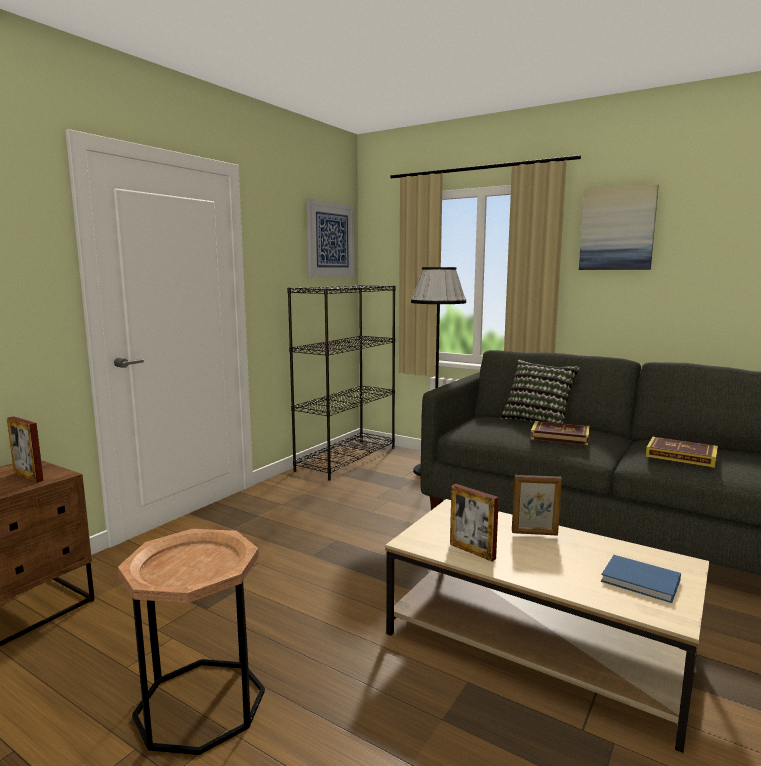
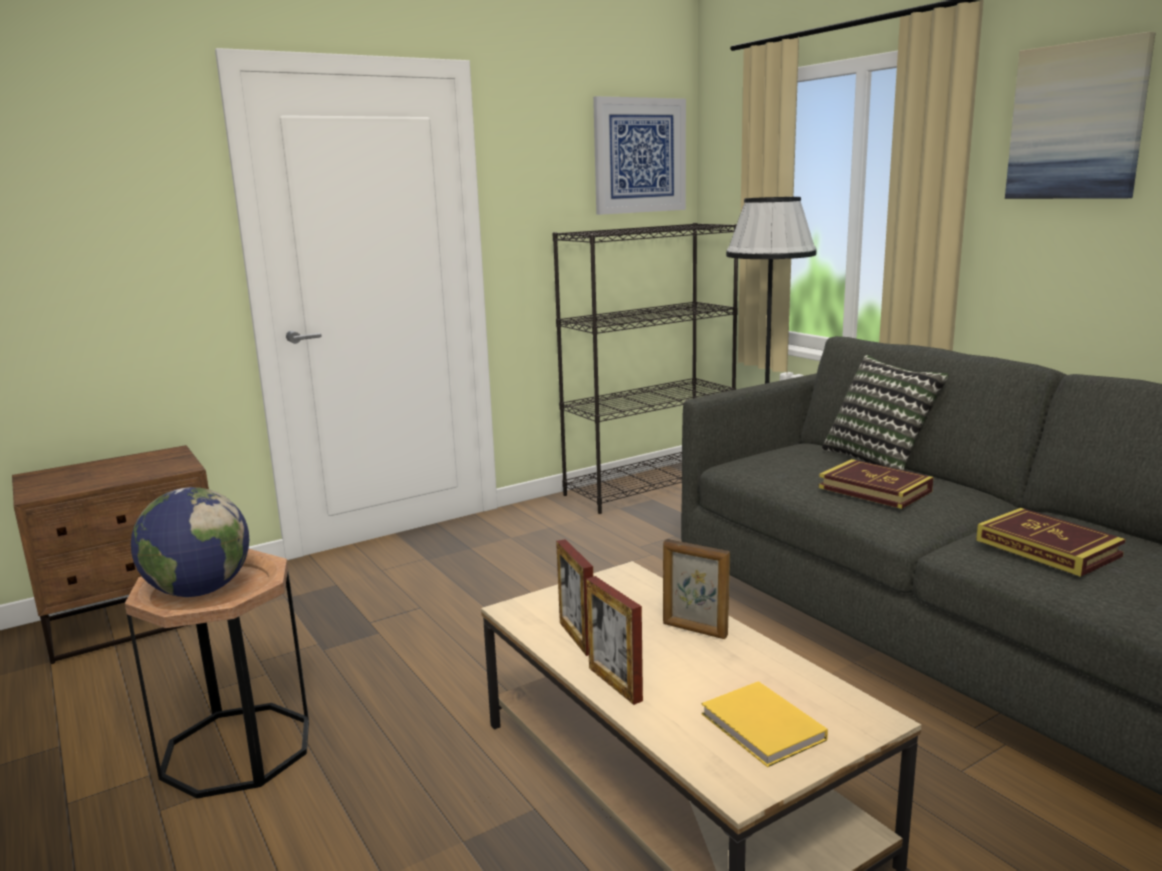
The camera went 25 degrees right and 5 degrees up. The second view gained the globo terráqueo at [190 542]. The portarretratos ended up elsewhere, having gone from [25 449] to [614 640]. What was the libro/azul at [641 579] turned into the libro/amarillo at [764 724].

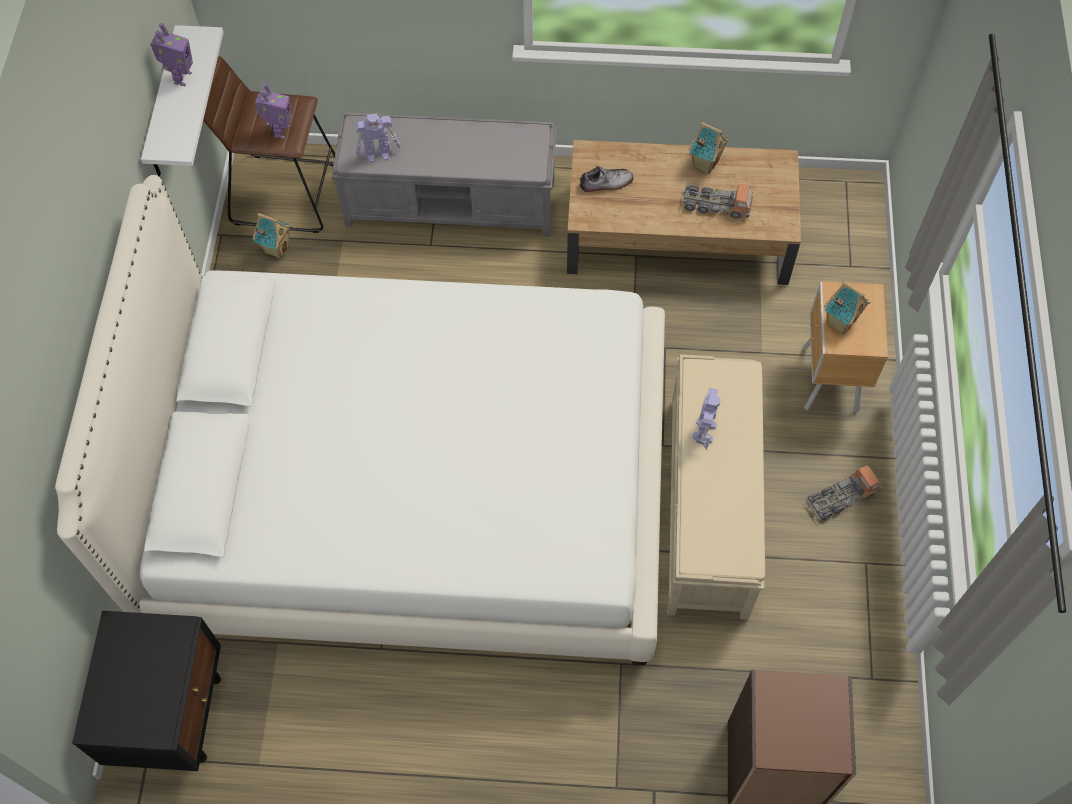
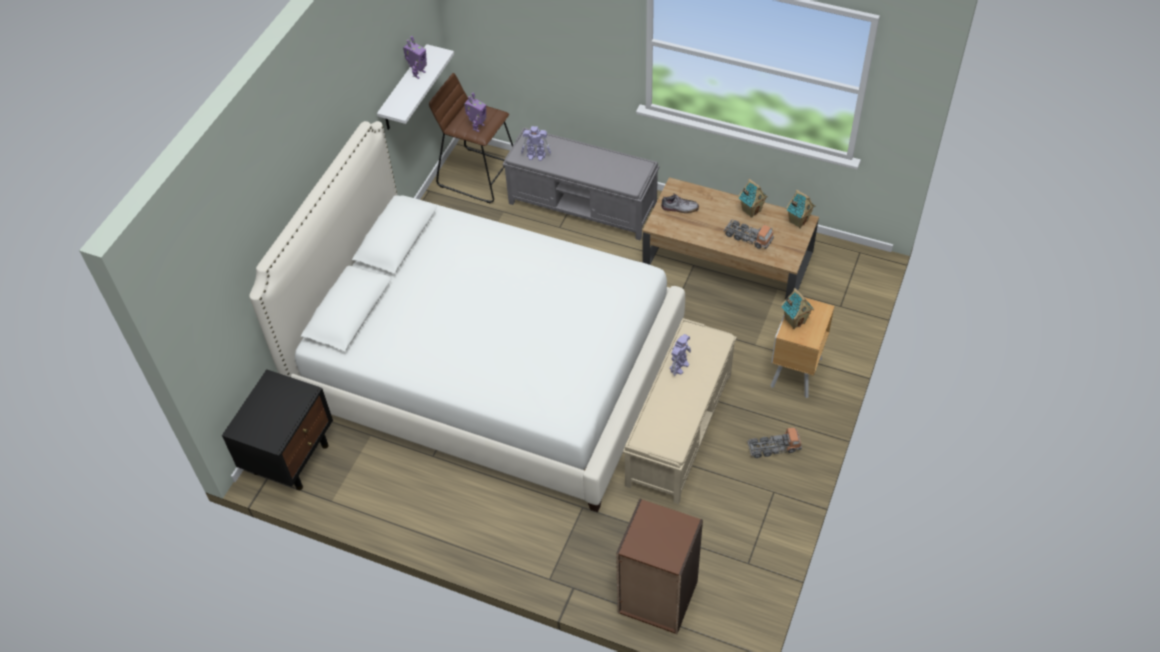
The camera went 20 degrees right and 10 degrees down. The casita ended up elsewhere, having gone from [272 236] to [800 209].

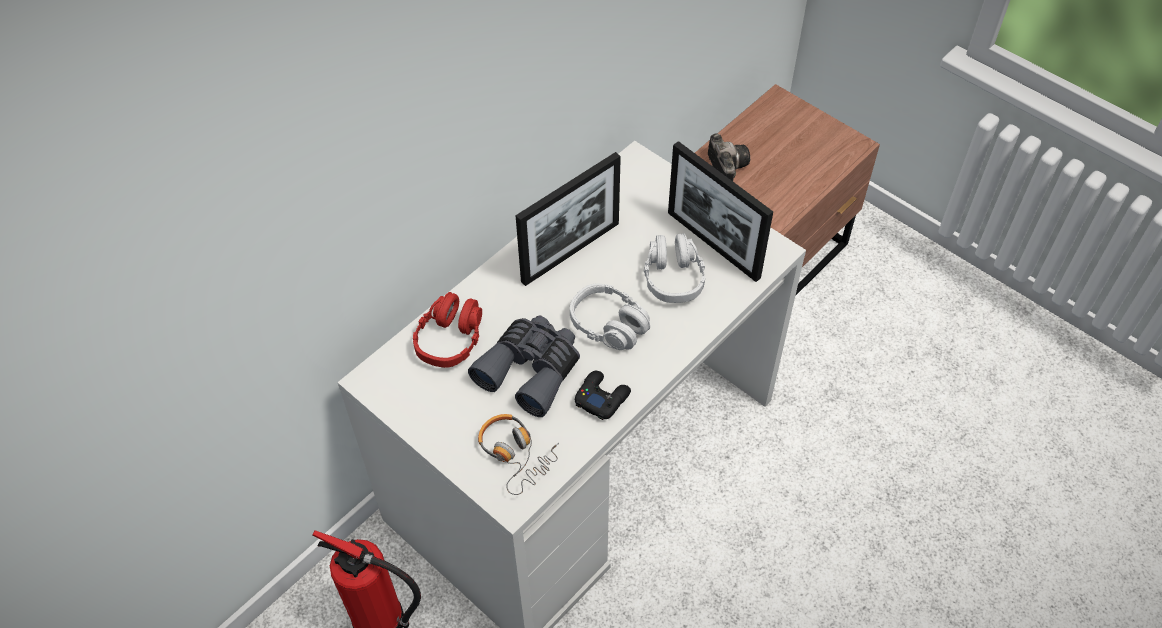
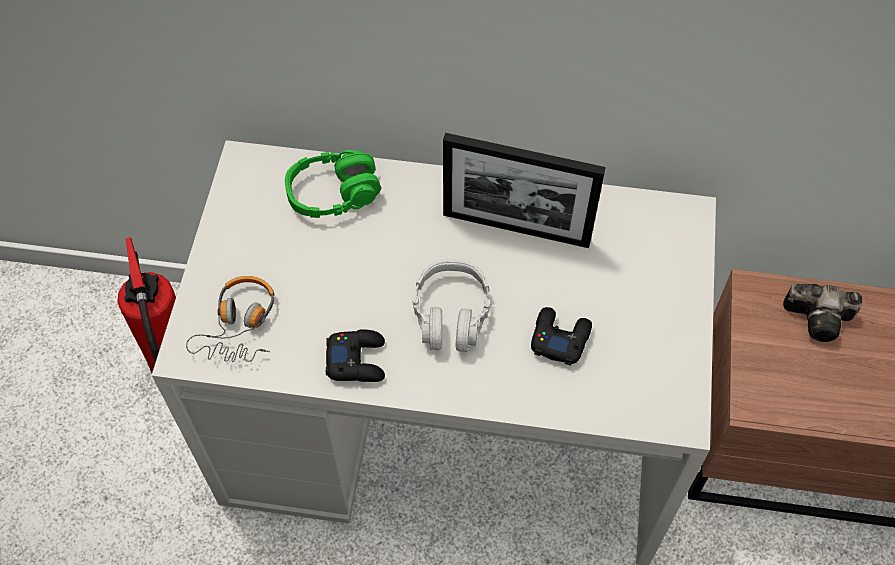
The camera went 55 degrees right and 5 degrees up. What was the auriculares/rojo at [447 330] turned into the auriculares/verde at [333 184]. Where the auriculares/gris stood at [675 268], the mando de consola/negro came to stand at [561 336]. The cámara at [729 157] ended up facing another way, 60 degrees clockwise from before. The second view lost the prismáticos/gris at [524 366]. The second view lost the portarretratos at [720 211].

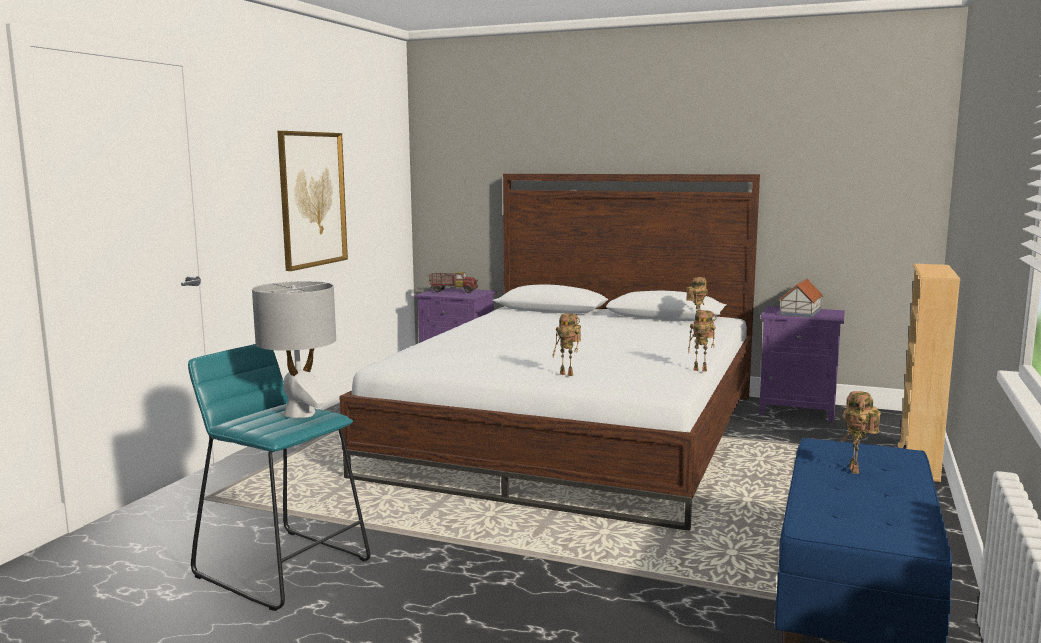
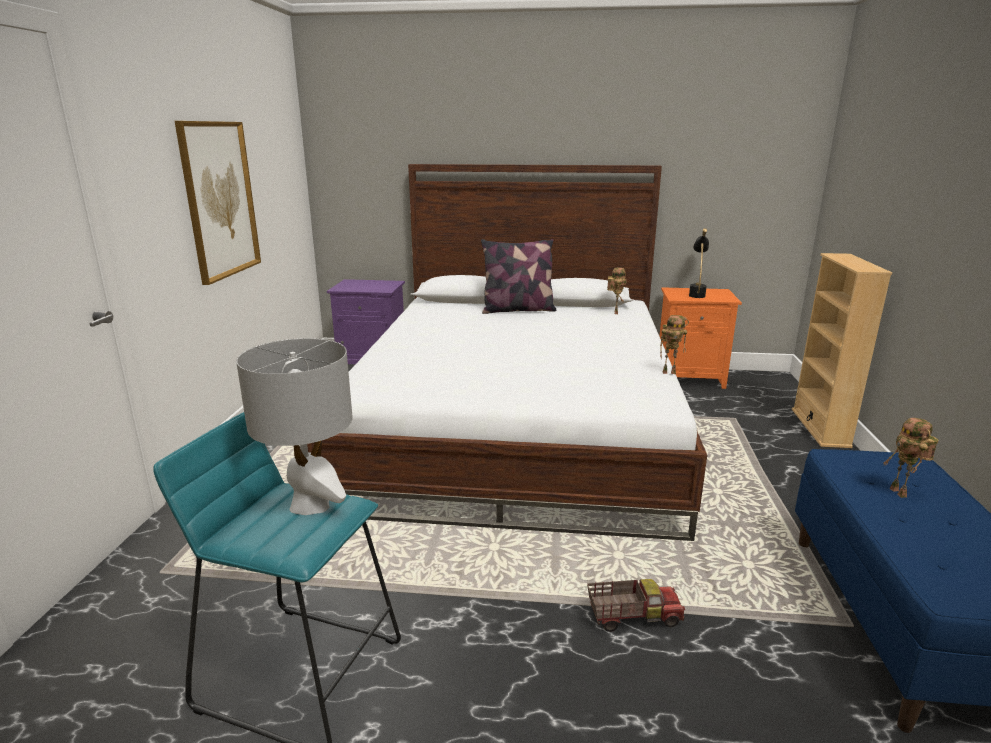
The camera went 15 degrees left and 10 degrees up. The second view gained the cojín at [518 276]. The camión de juguete ended up elsewhere, having gone from [453 282] to [636 605]. What was the mesita de noche/morado at [802 364] turned into the mesita de noche/naranja at [701 338]. Where the casita stood at [801 298], the lámpara de mesa/negro came to stand at [699 263]. The second view lost the robot de juguete at [567 344].

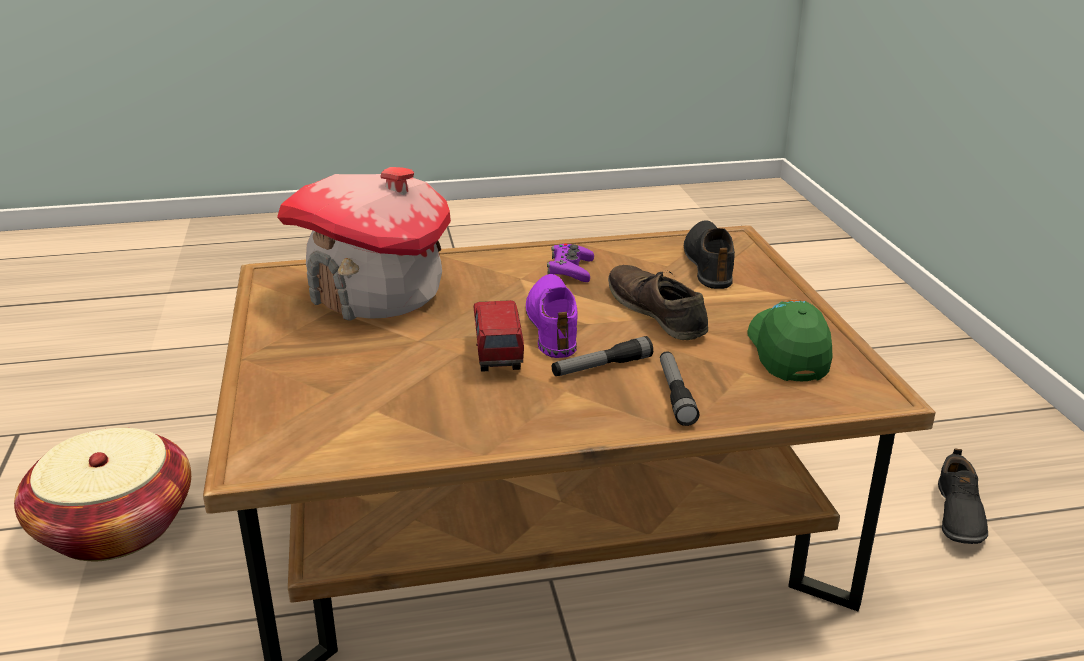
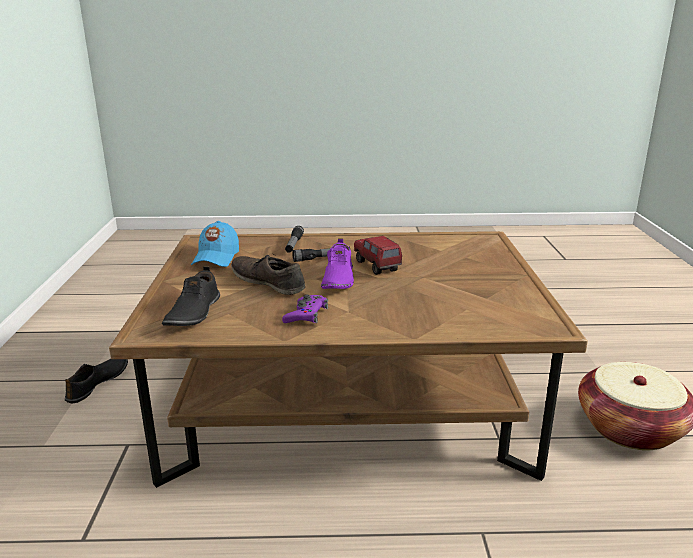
The camera went 170 degrees left and 5 degrees down. What was the gorra/verde at [789 340] turned into the gorra/azul at [215 244]. The zapato/marrón at [658 302] ended up facing another way, 150 degrees clockwise from before. The camión de juguete at [498 336] ended up facing another way, 150 degrees clockwise from before. The second view lost the casita at [364 244].

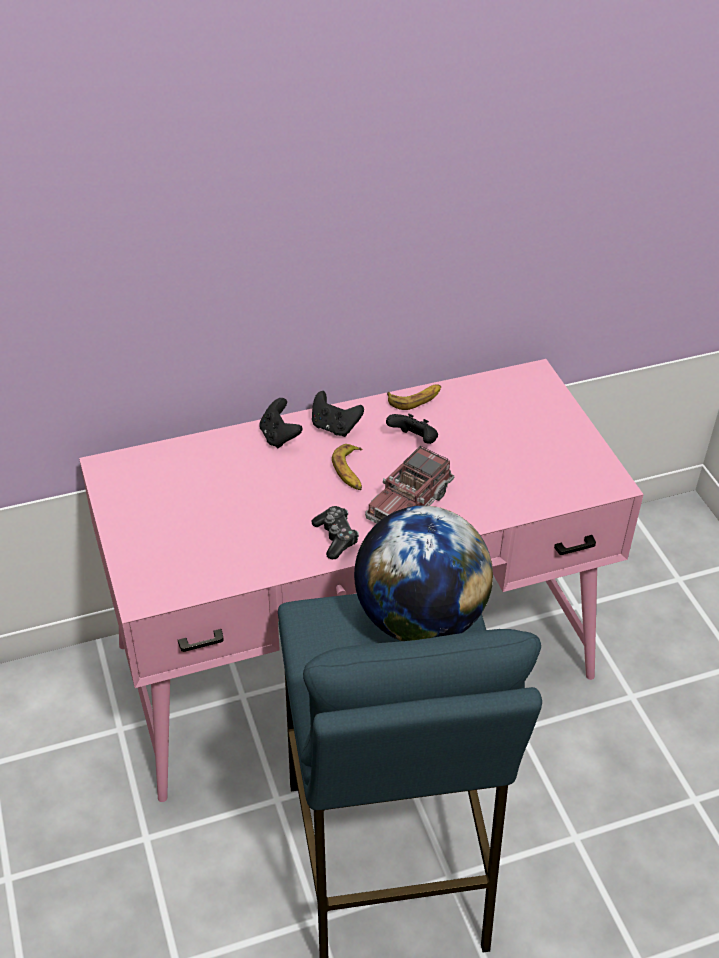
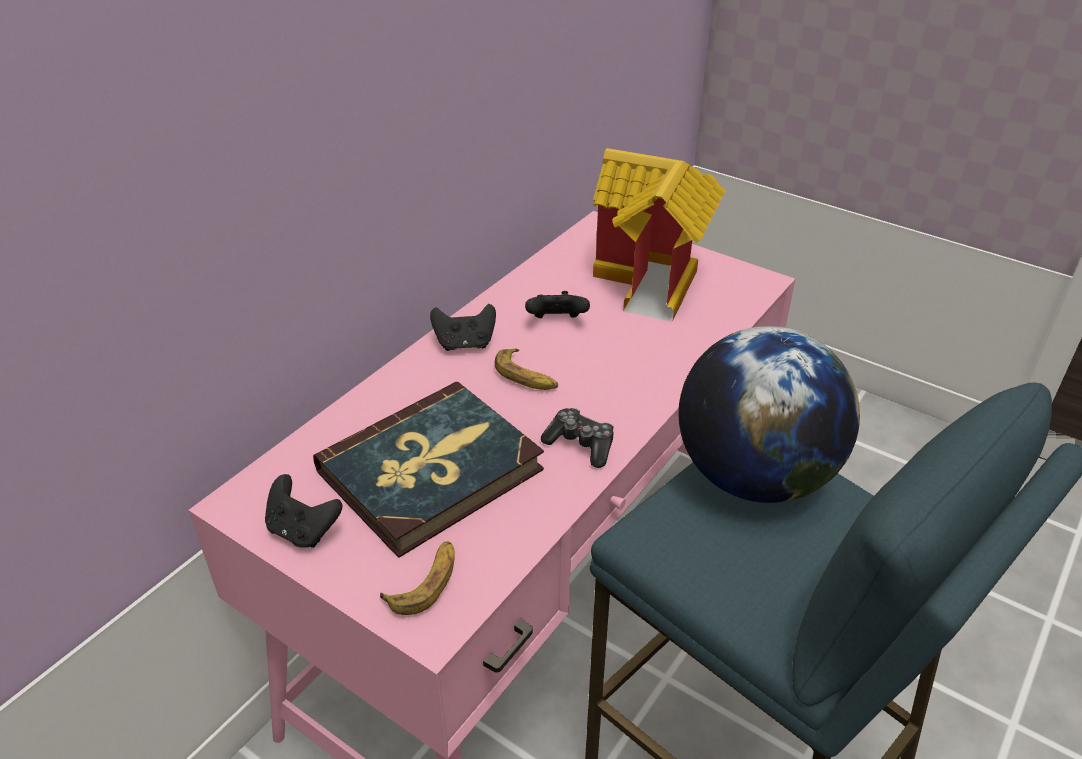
The camera went 35 degrees left and 5 degrees down. The mando de consola/negro ended up elsewhere, having gone from [281 423] to [303 511]. The second view gained the libro at [428 470]. The plátano ended up elsewhere, having gone from [414 397] to [417 578]. The second view gained the casita at [659 235]. The second view lost the camión de juguete at [409 485].

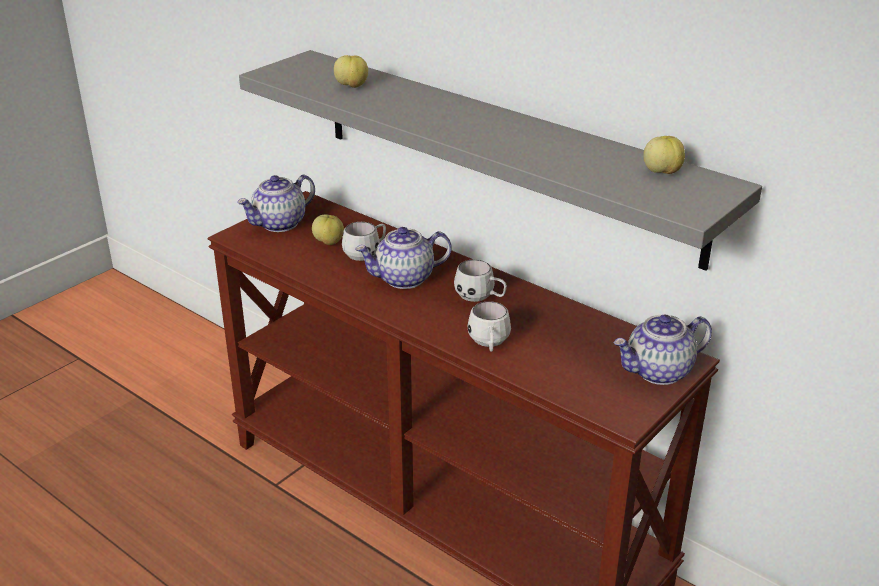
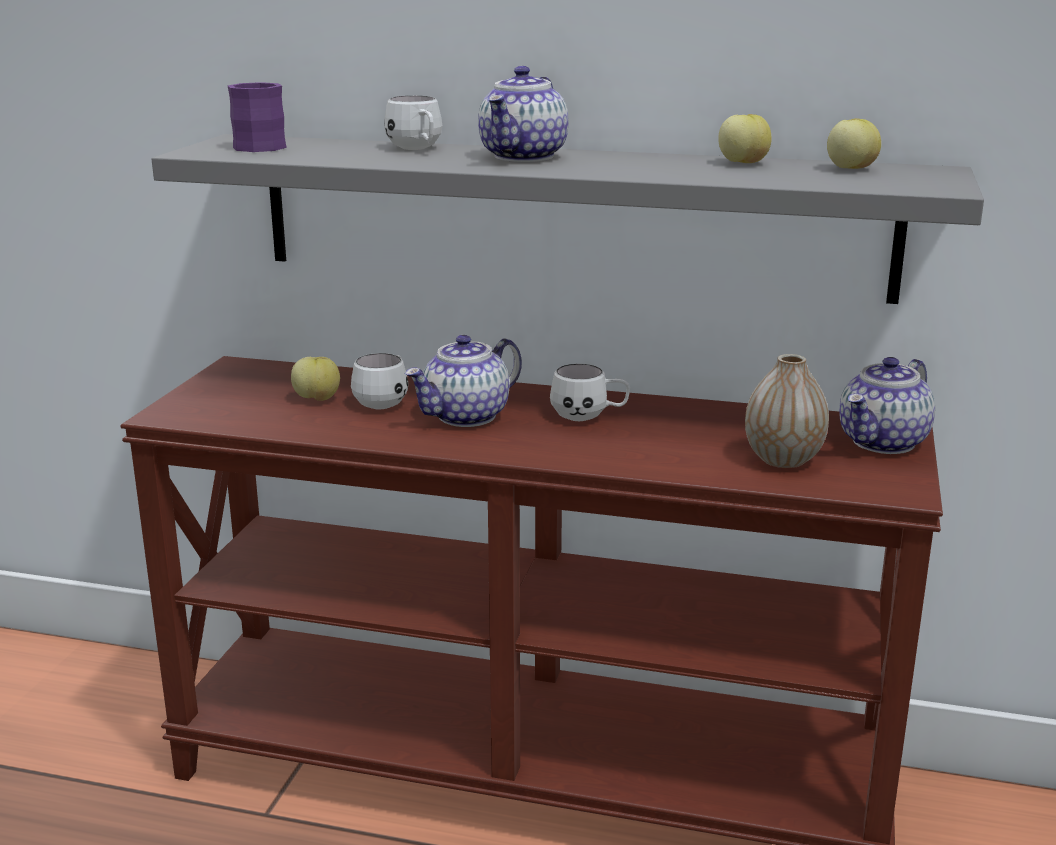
The camera went 25 degrees left and 10 degrees down. The second view gained the taza grande/morado at [257 117]. The taza grande/blanco ended up elsewhere, having gone from [489 326] to [413 123]. The tetera ended up elsewhere, having gone from [276 203] to [523 114]. The manzana ended up elsewhere, having gone from [351 71] to [745 138]. The second view gained the florero at [787 411].

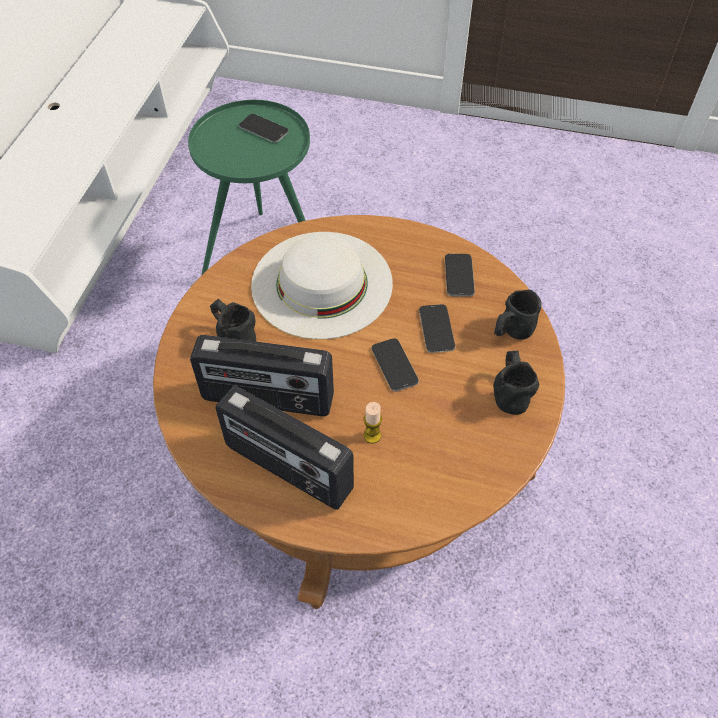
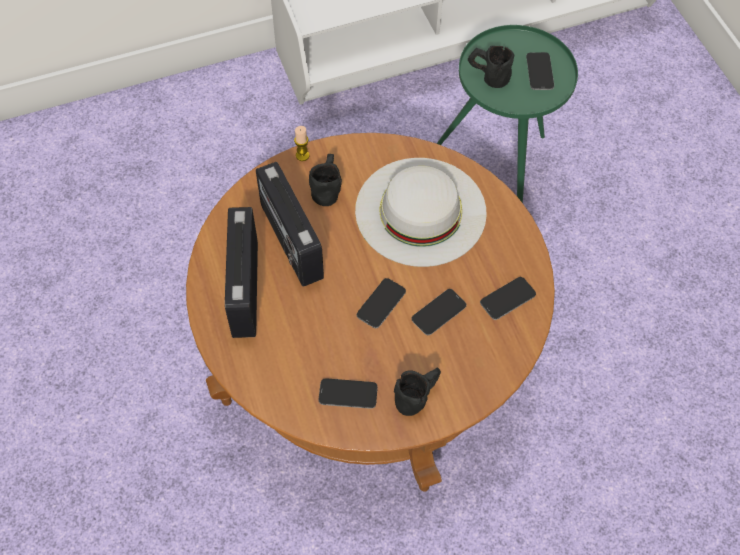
The camera went 55 degrees right and 5 degrees up. The vela ended up elsewhere, having gone from [372 423] to [301 143]. The second view gained the móvil at [348 393]. The taza grande/negro ended up elsewhere, having gone from [518 315] to [491 67].

